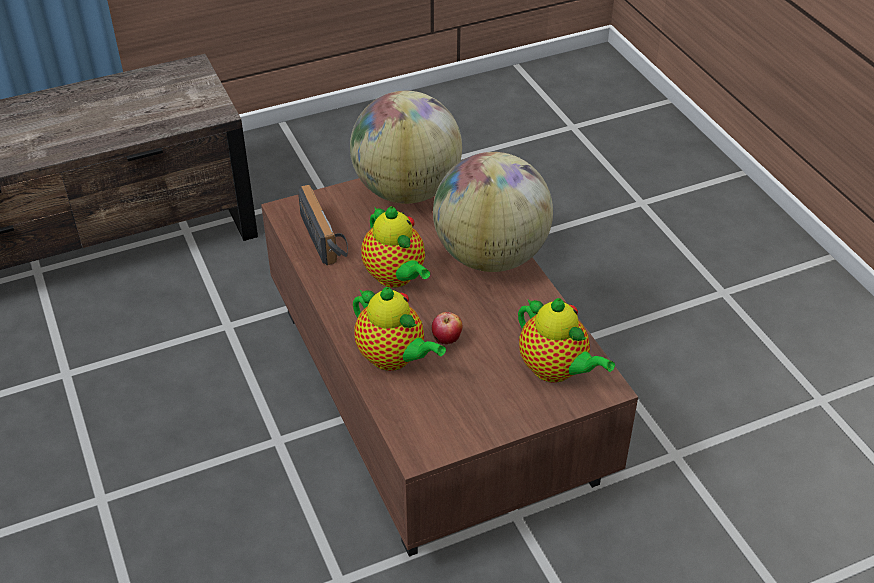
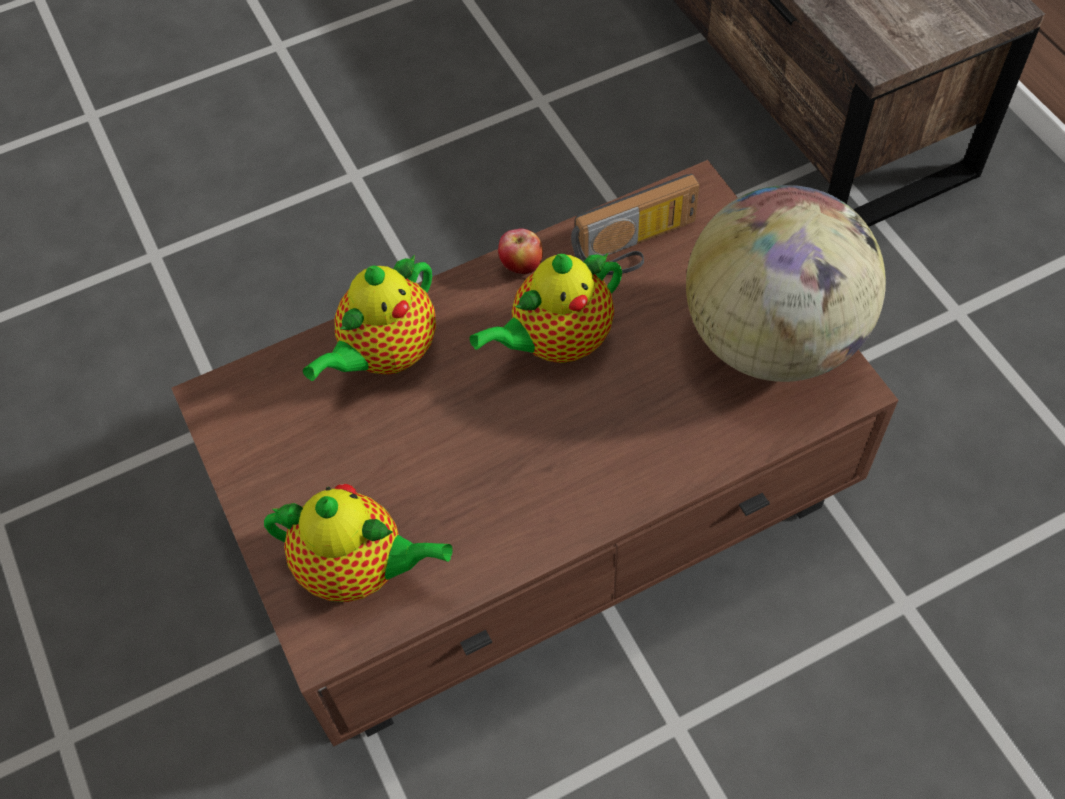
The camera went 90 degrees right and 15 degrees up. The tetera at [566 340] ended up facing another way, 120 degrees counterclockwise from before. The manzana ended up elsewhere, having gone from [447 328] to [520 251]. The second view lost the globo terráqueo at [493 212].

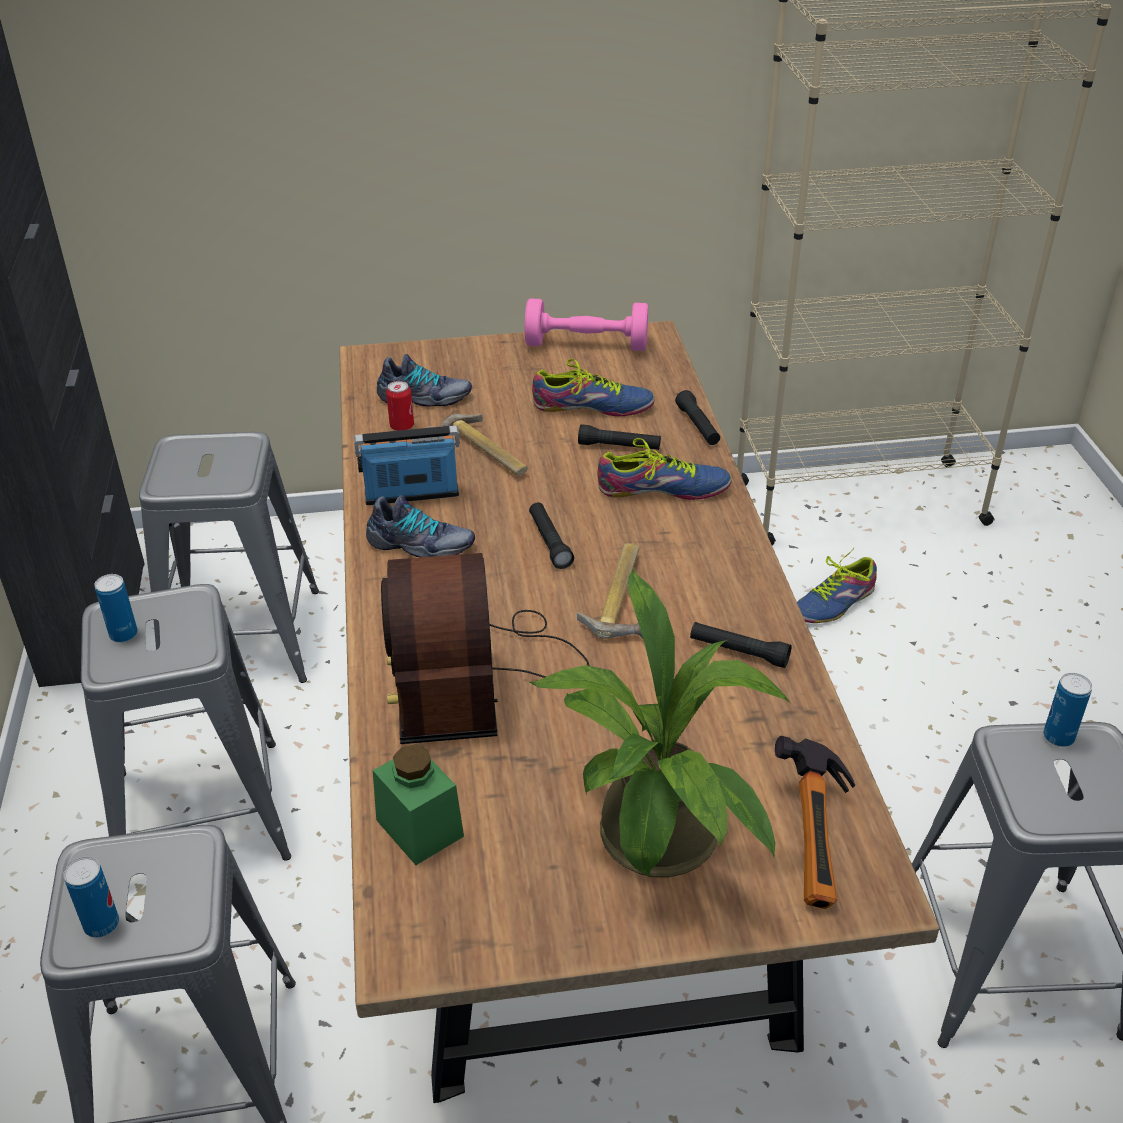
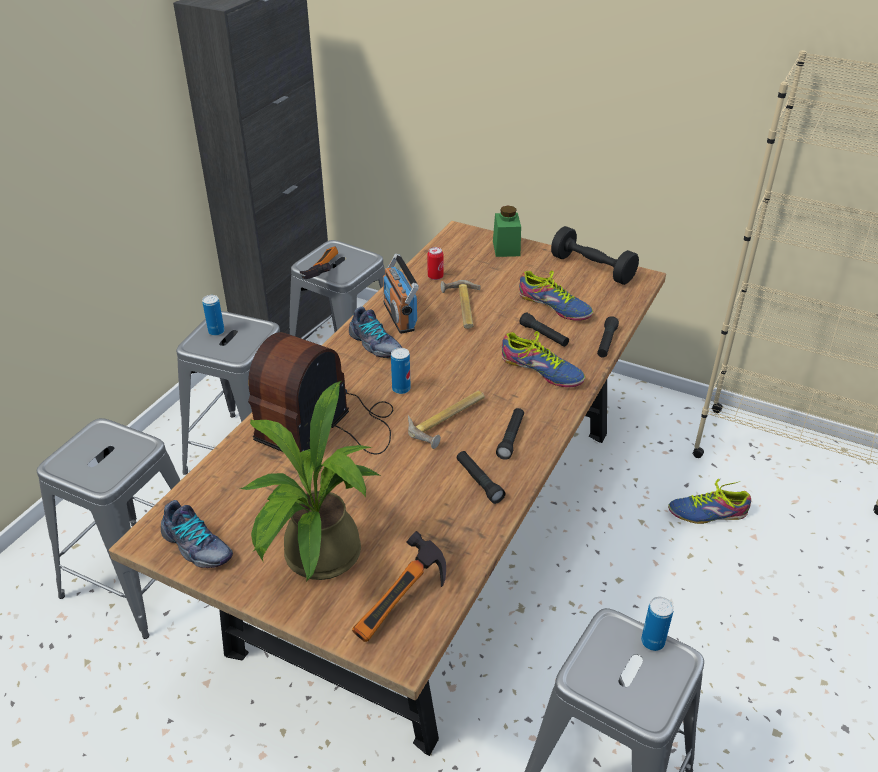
The camera went 35 degrees right and 0 degrees up. The zapato ended up elsewhere, having gone from [424 380] to [197 534]. The second view gained the martillo at [319 262]. The radio at [407 465] ended up facing another way, 135 degrees counterclockwise from before. The lata ended up elsewhere, having gone from [91 897] to [401 371]. The tarro/verde ended up elsewhere, having gone from [418 804] to [507 231]. The linterna/negro ended up elsewhere, having gone from [551 535] to [510 434]. What was the mancuerna/rosa at [586 324] turned into the mancuerna/negro at [595 255].

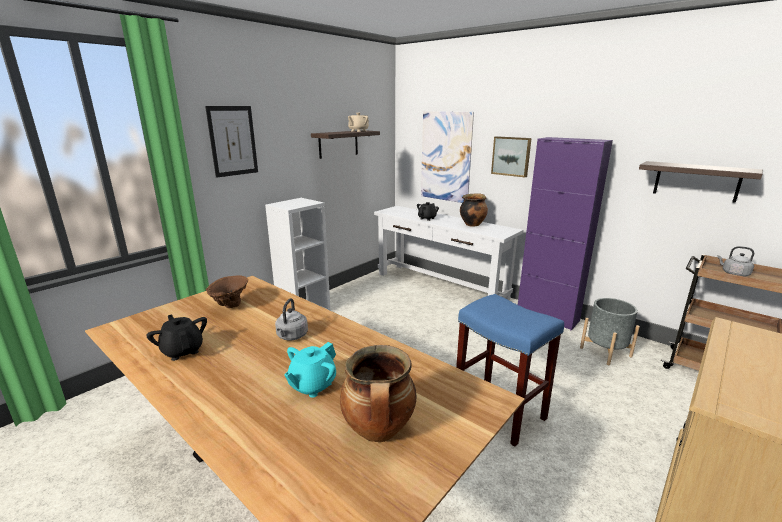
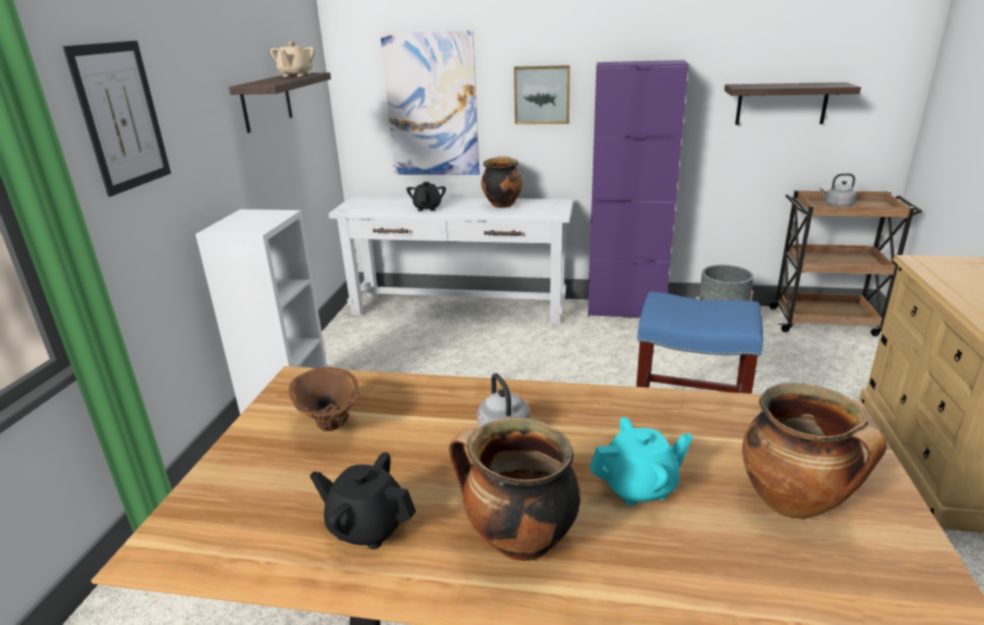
The camera went 30 degrees left and 5 degrees up. The second view gained the olla at [515 489]. The tetera/turquesa at [310 370] ended up facing another way, 105 degrees counterclockwise from before.

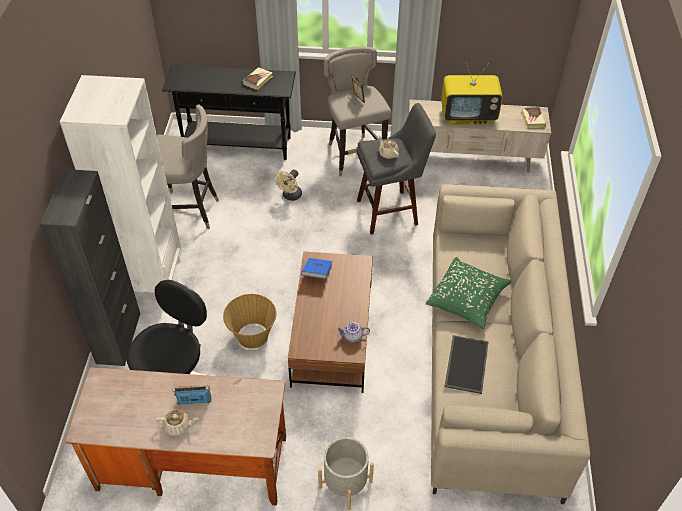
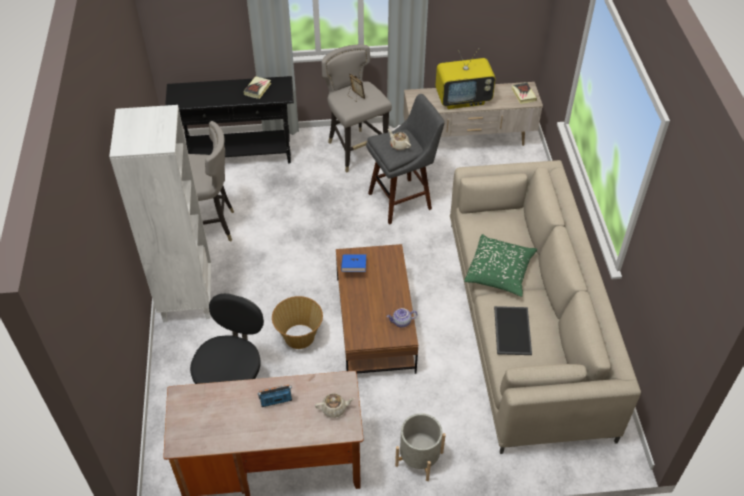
The camera went 10 degrees left and 0 degrees up. The tetera/beis ended up elsewhere, having gone from [177 422] to [335 405]. The second view lost the armario/negro at [90 267]. The second view lost the ventilador/beis at [288 185].

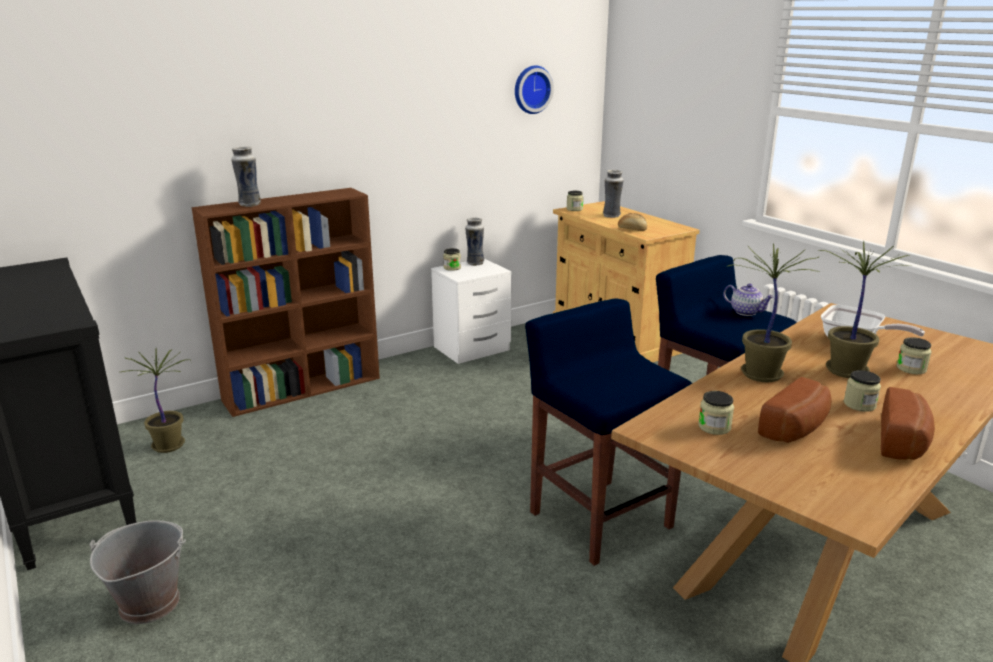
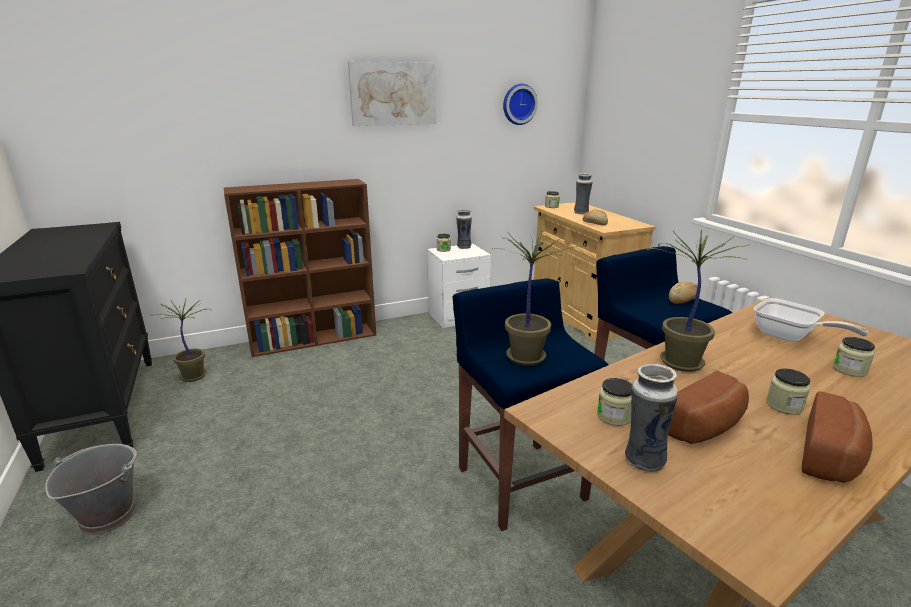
The camera went 10 degrees right and 0 degrees up. The second view gained the cuadro at [392 93]. The planta en maceta ended up elsewhere, having gone from [864 309] to [537 298]. The florero ended up elsewhere, having gone from [246 177] to [651 418]. Where the tetera stood at [748 300], the pan came to stand at [683 292].

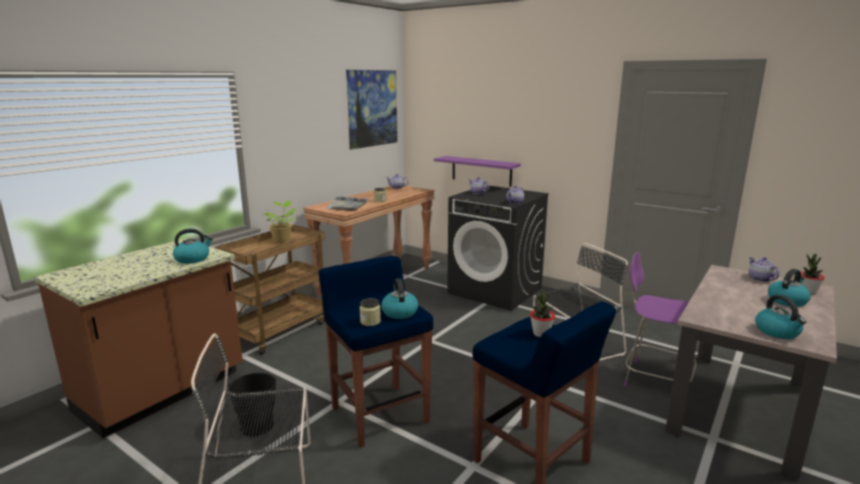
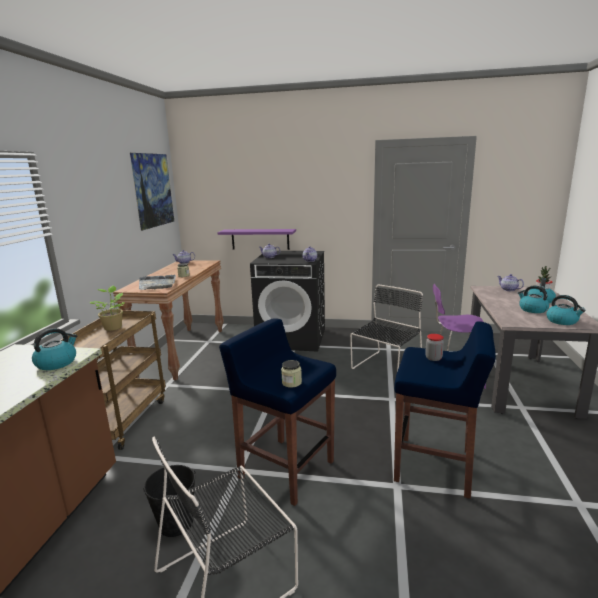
The camera went 25 degrees left and 0 degrees up. Where the planta en maceta stood at [542 313], the tarro came to stand at [434 347]. The hervidor ended up elsewhere, having gone from [399 299] to [533 299].

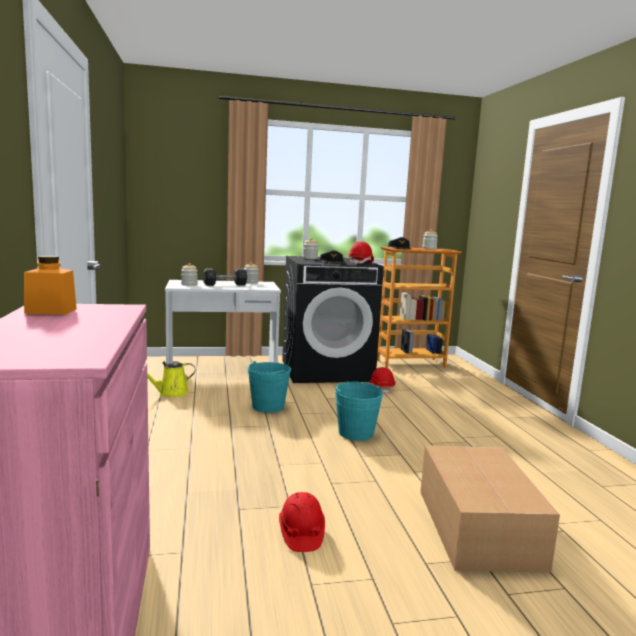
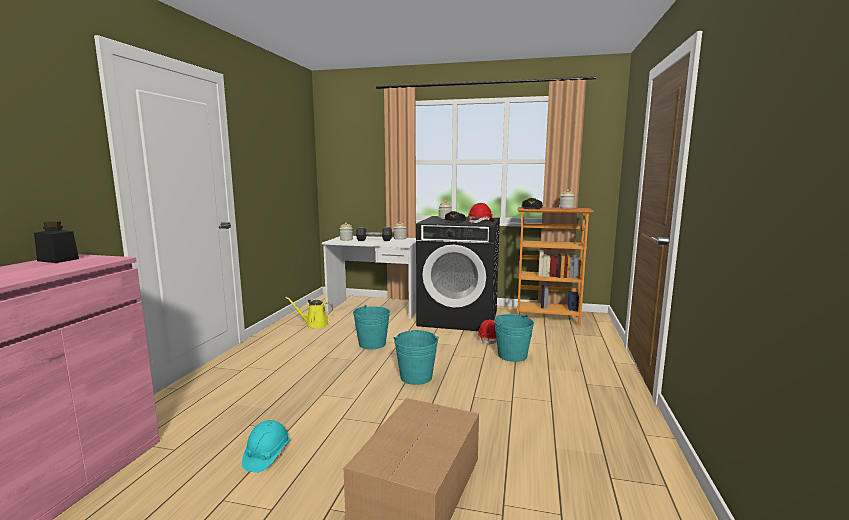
The camera went 25 degrees right and 0 degrees up. What was the tarro/naranja at [50 285] turned into the tarro/negro at [56 242]. What was the casco/rojo at [302 522] turned into the casco/turquesa at [266 446]. The second view gained the cubo/turquesa at [514 338].

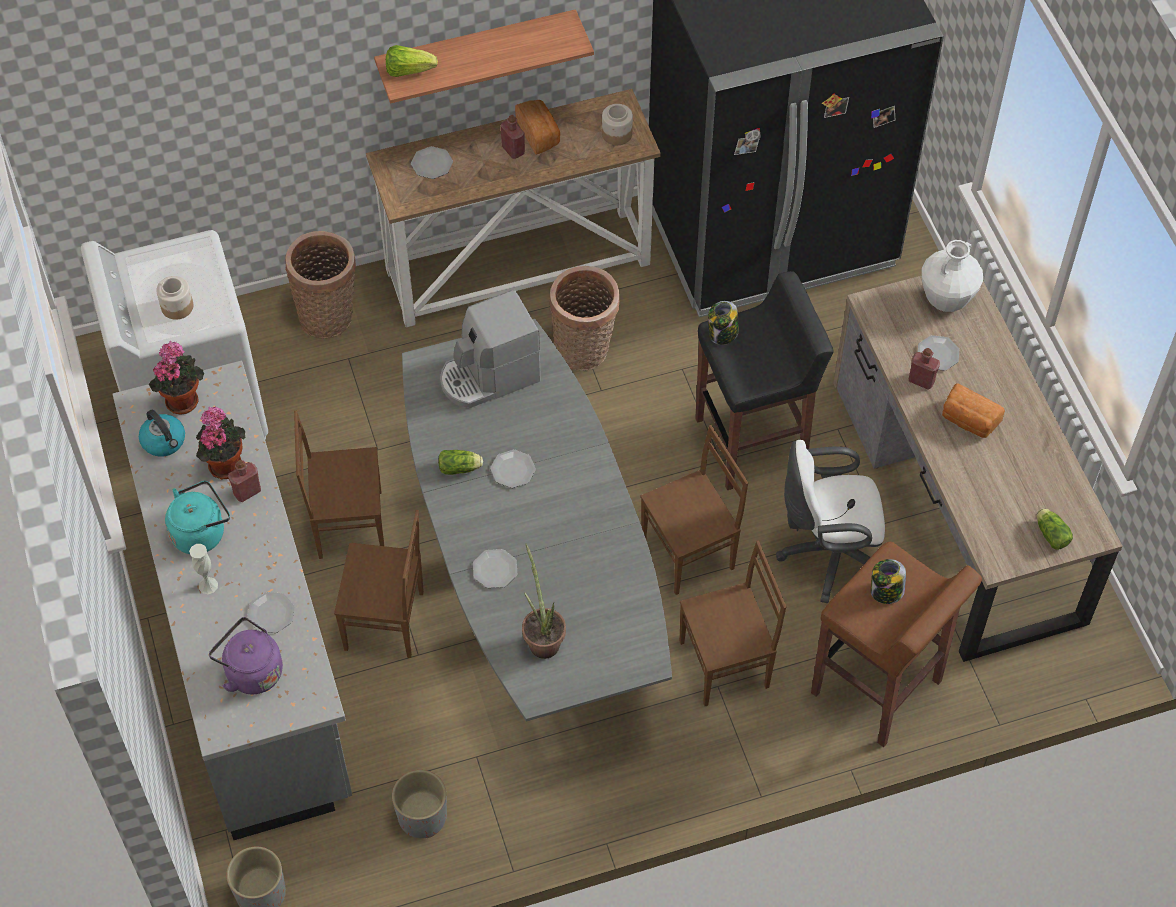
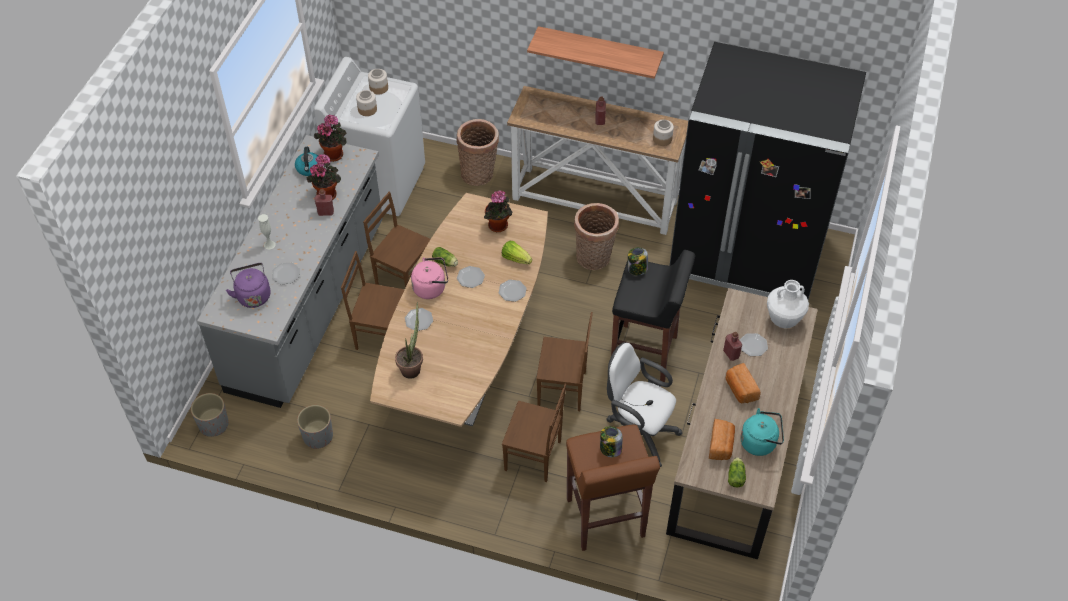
The camera went 35 degrees right and 5 degrees down. The silla/marrón at [379 584] ended up facing another way, 150 degrees clockwise from before. The second view gained the tarro at [378 82]. What was the mesa de comedor/gris at [537 520] turned into the mesa de comedor/marrón at [459 310]. The second view gained the hervidor/rosa at [429 278]. Where the cafetera stood at [490 348], the planta en maceta came to stand at [498 211]. The plato ended up elsewhere, having gone from [432 162] to [513 291]. The lechuga ended up elsewhere, having gone from [412 61] to [517 252]. The pan ended up elsewhere, having gone from [537 127] to [722 439]. The hervidor/turquesa ended up elsewhere, having gone from [197 517] to [762 432].

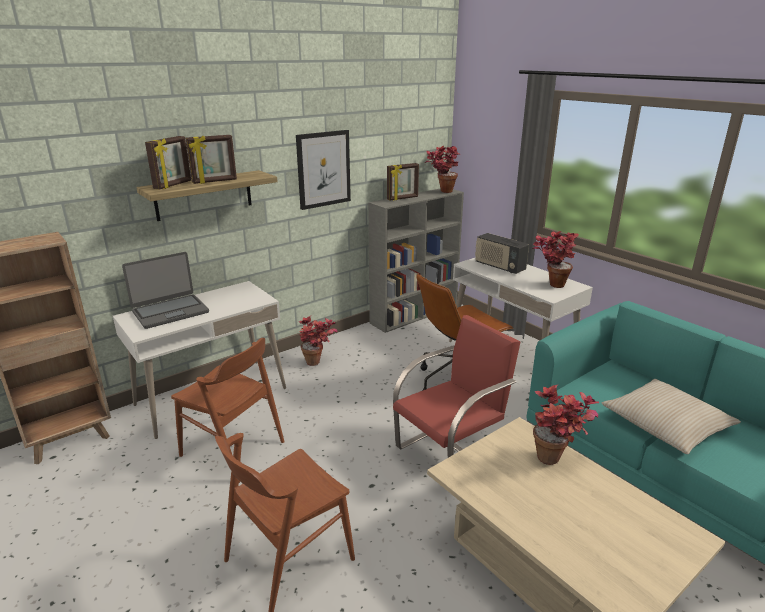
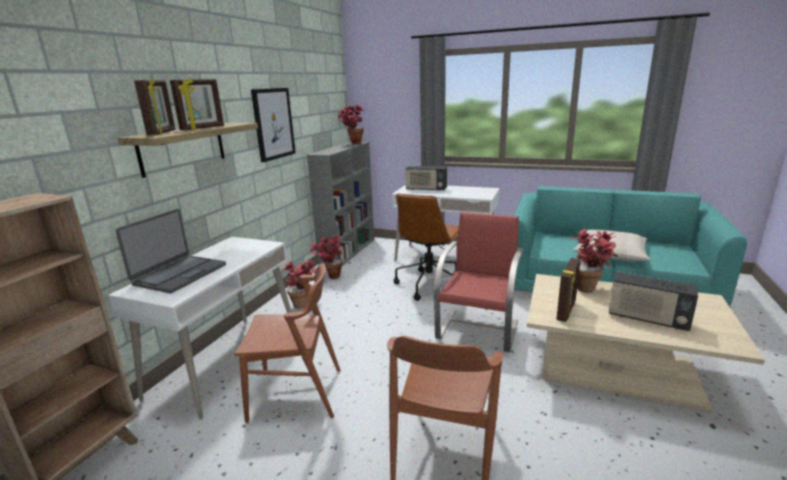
The camera went 30 degrees left and 5 degrees down. The planta en maceta ended up elsewhere, having gone from [555 259] to [326 257]. The portarretratos ended up elsewhere, having gone from [403 181] to [568 290]. The second view gained the radio at [653 301].

